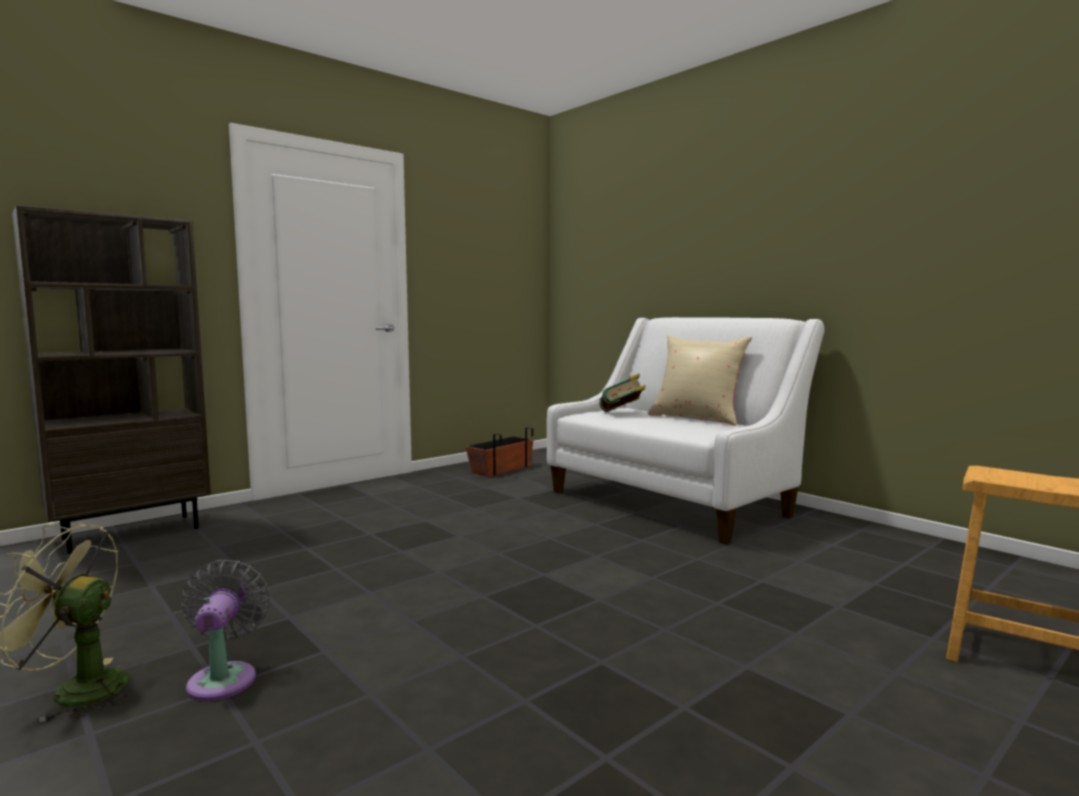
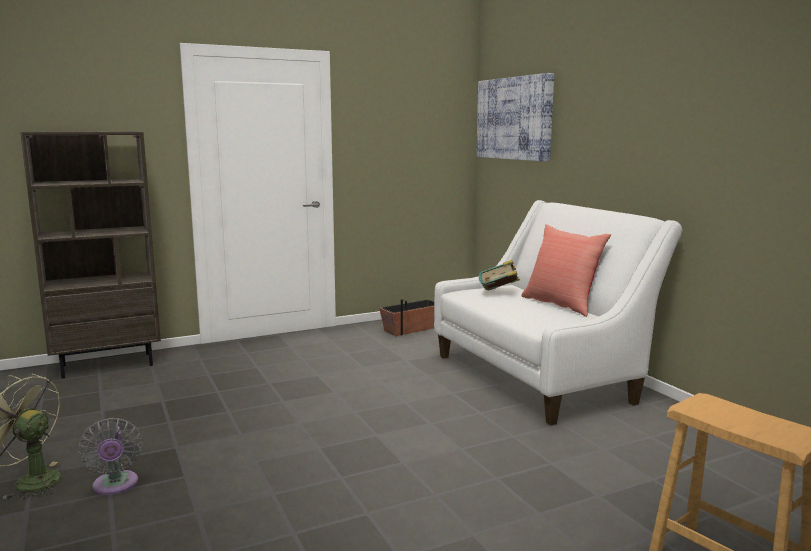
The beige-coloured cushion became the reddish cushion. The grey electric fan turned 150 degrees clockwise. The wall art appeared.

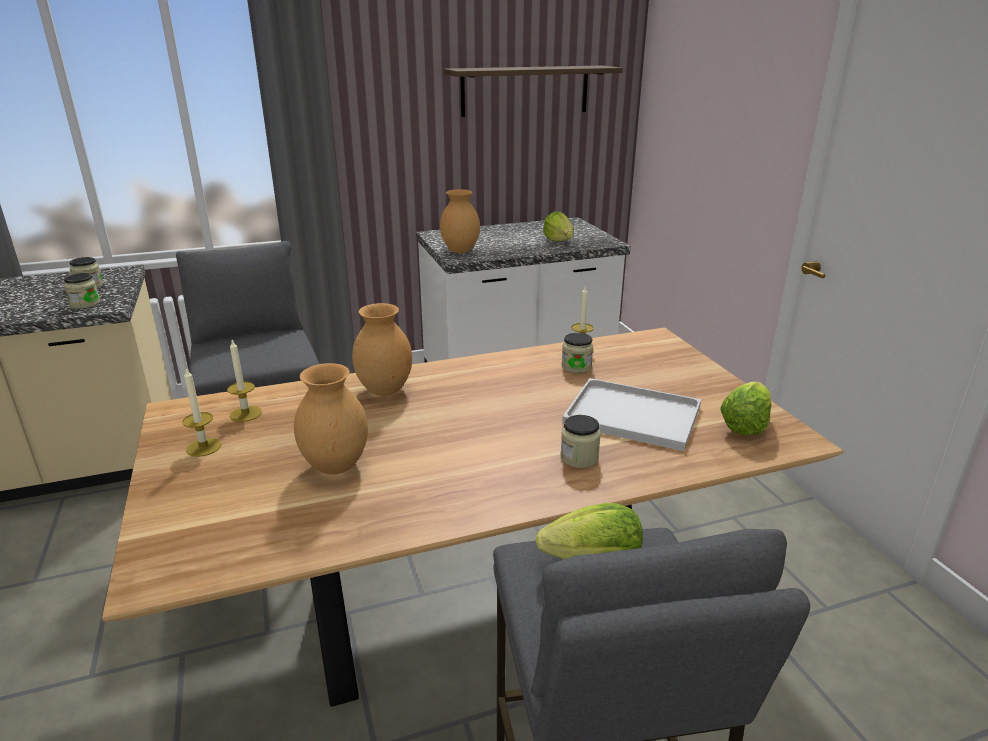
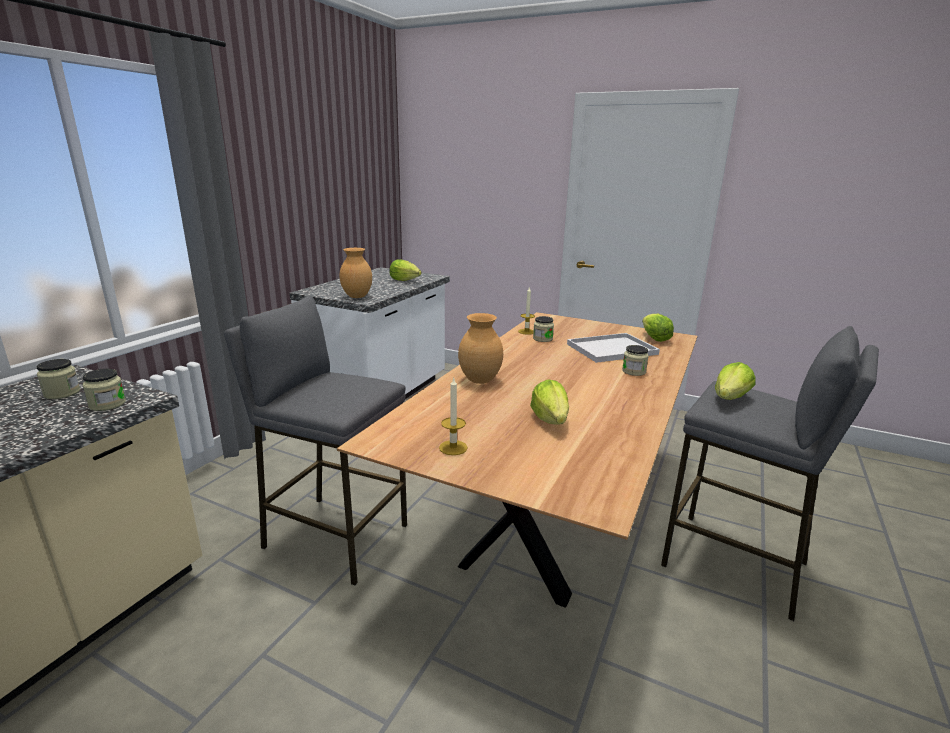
The shelf disappeared. The wax candle (2nd from left) disappeared. The brownish flower vase (1st from left) was replaced by the lettuce (2nd from left).

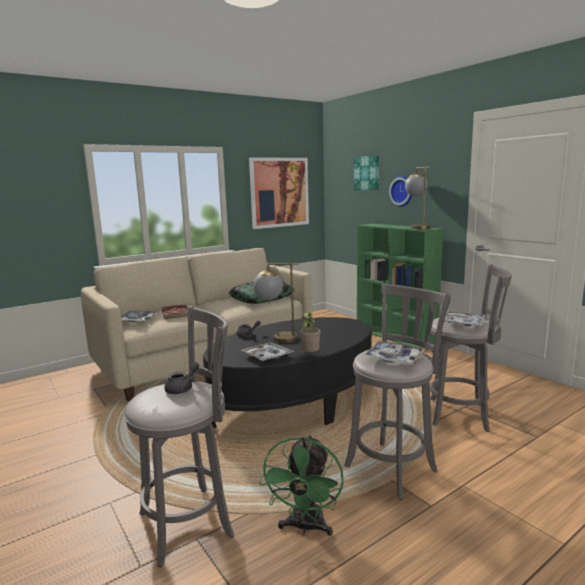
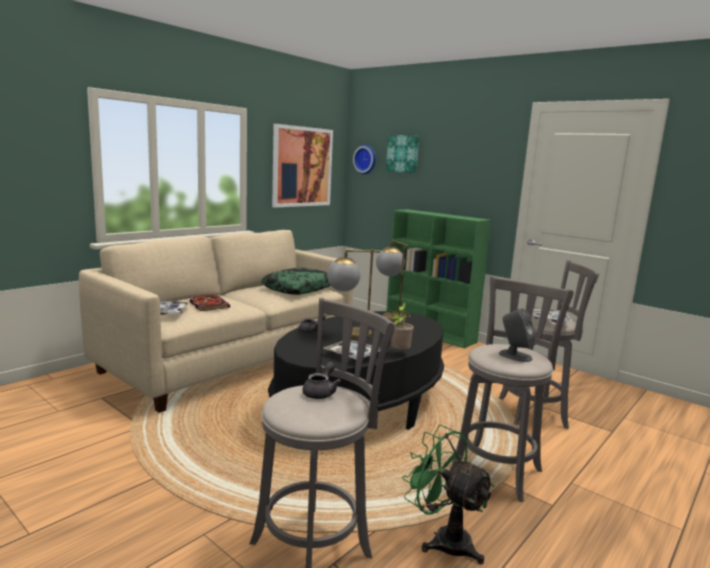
The lamp for a table (2nd from left) moved. The clock on the wall moved. The tray (3rd from left) was replaced by the grey audio speaker. The green electric fan turned 135 degrees clockwise.

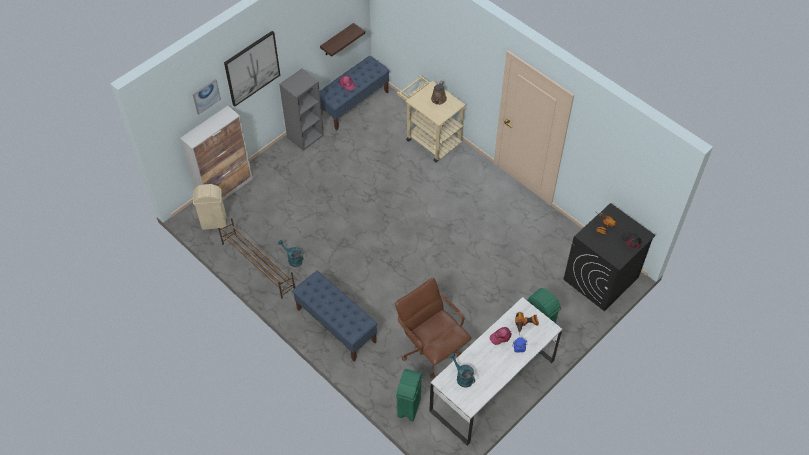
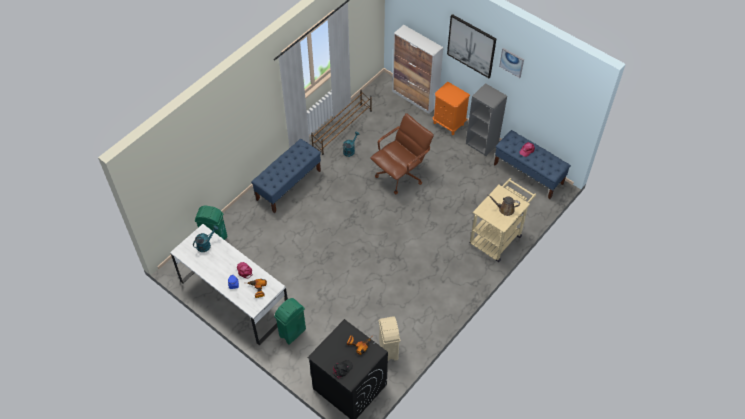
The shelf disappeared. The wall art (1st from left in the first image) moved. The beige-coloured waste bin moved. The brownish computer chair moved. The orangey nightstand appeared.

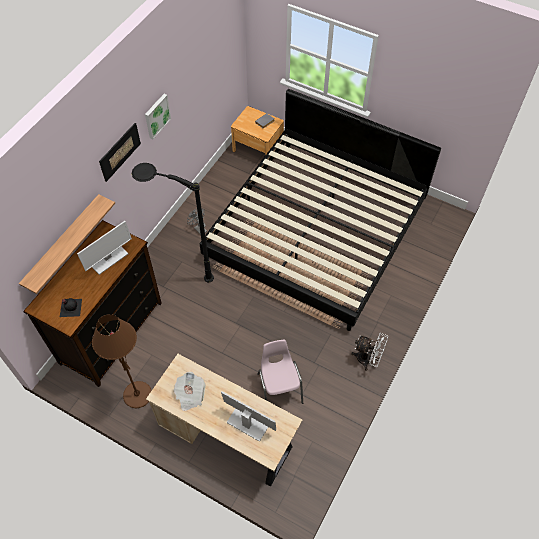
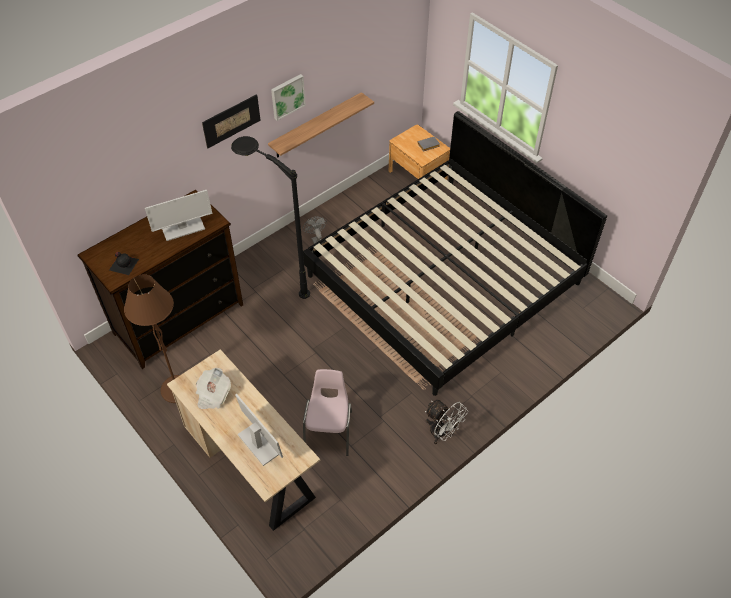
The shelf moved.

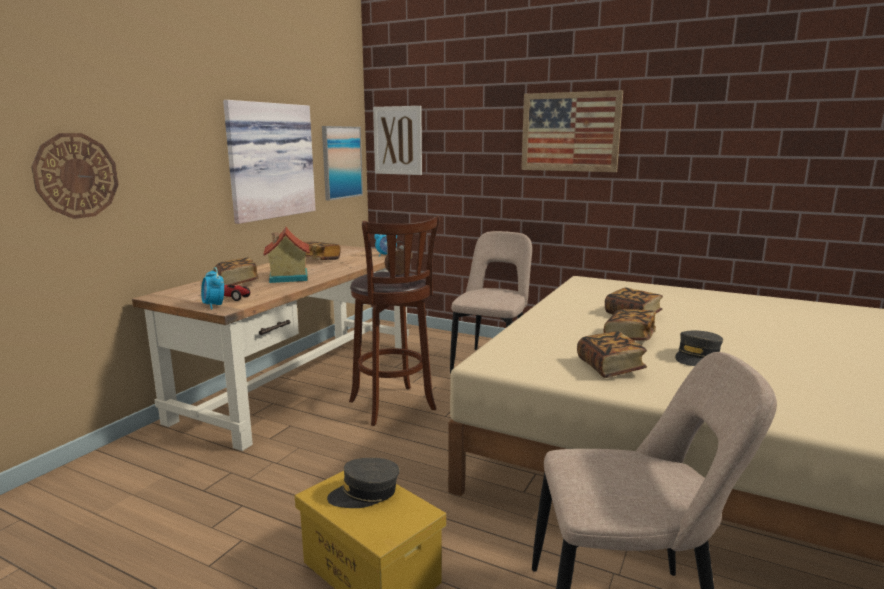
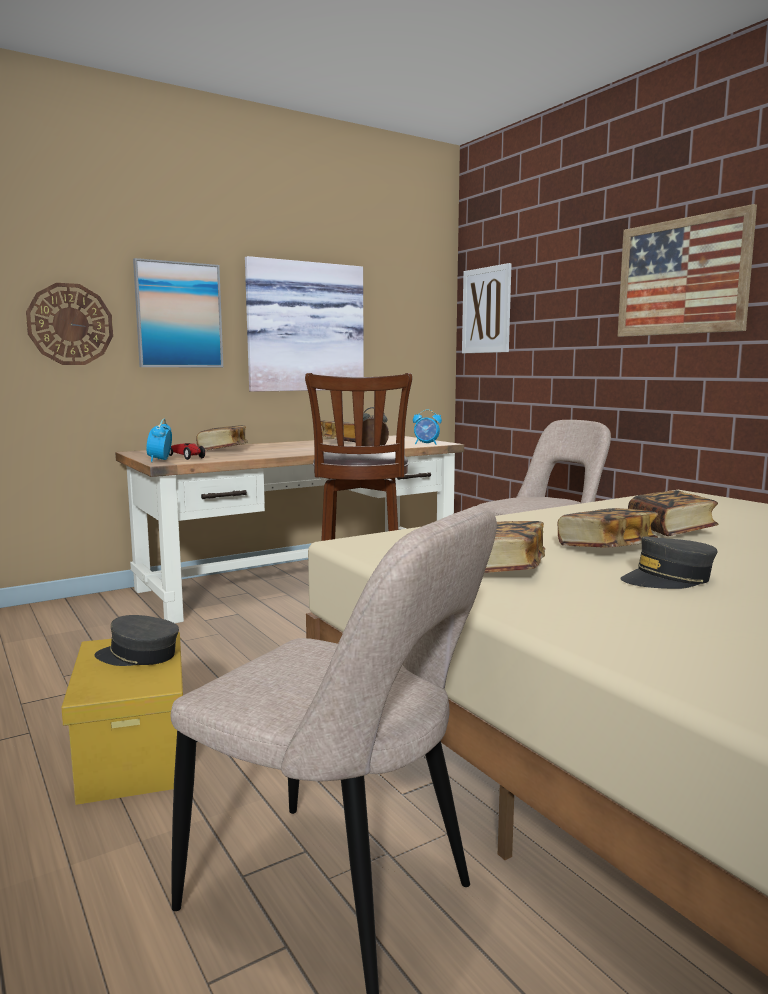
The wall art (2nd from left in the first image) moved. The miniature house disappeared.

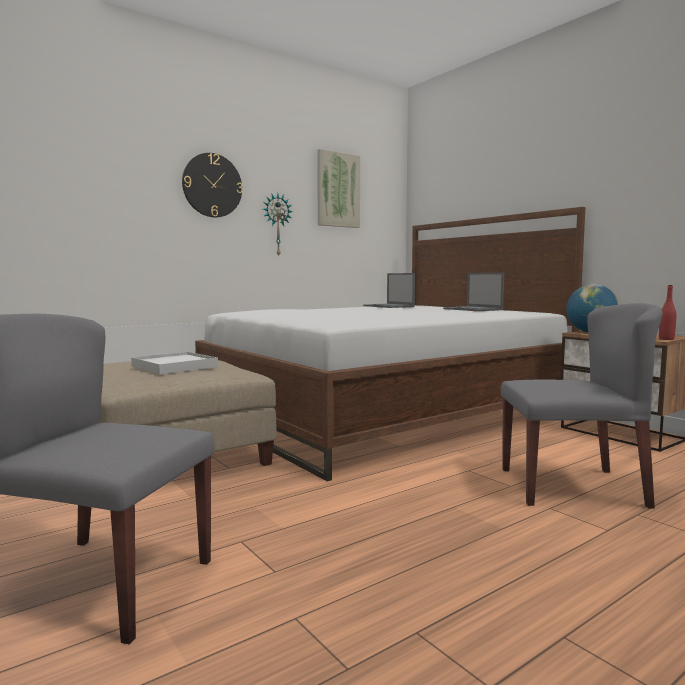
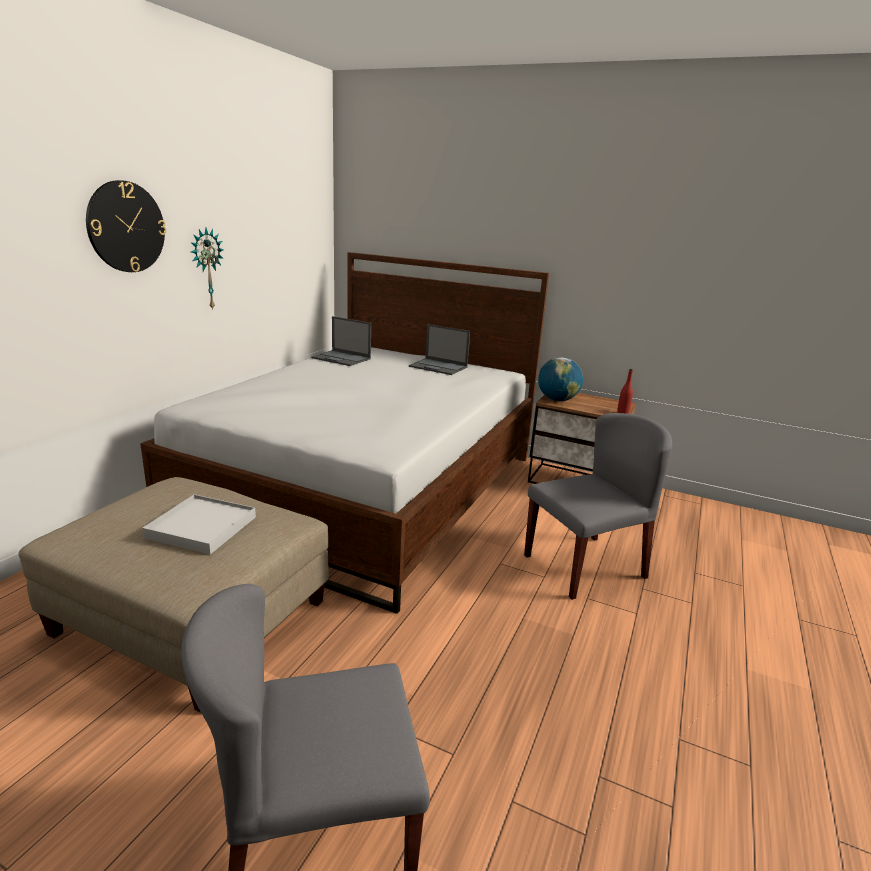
The wall art disappeared.

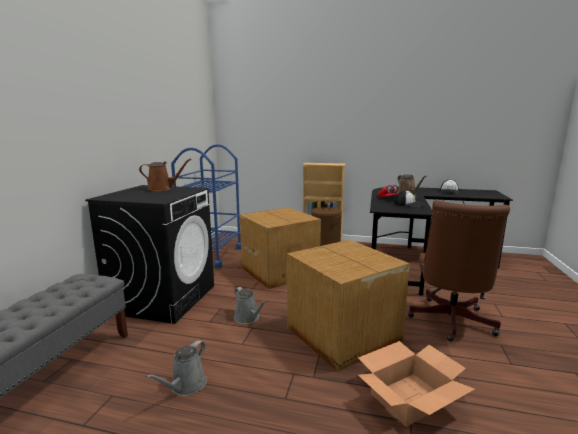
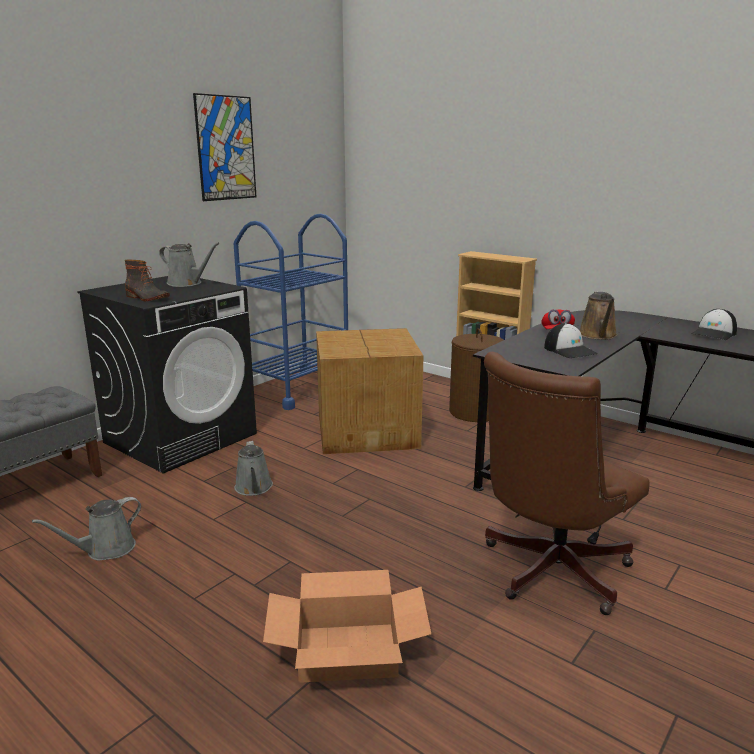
The brownish sprinkling can (1st from left) became the grey sprinkling can (2nd from left). The cardboard box (2nd from left) disappeared. The wall art appeared. The boot appeared.

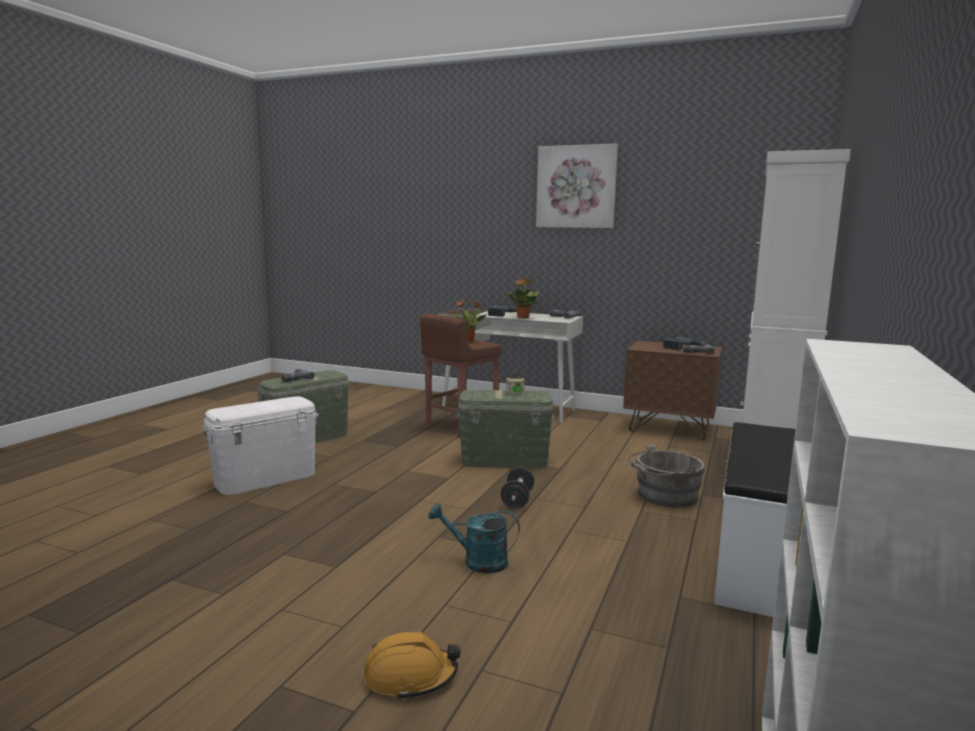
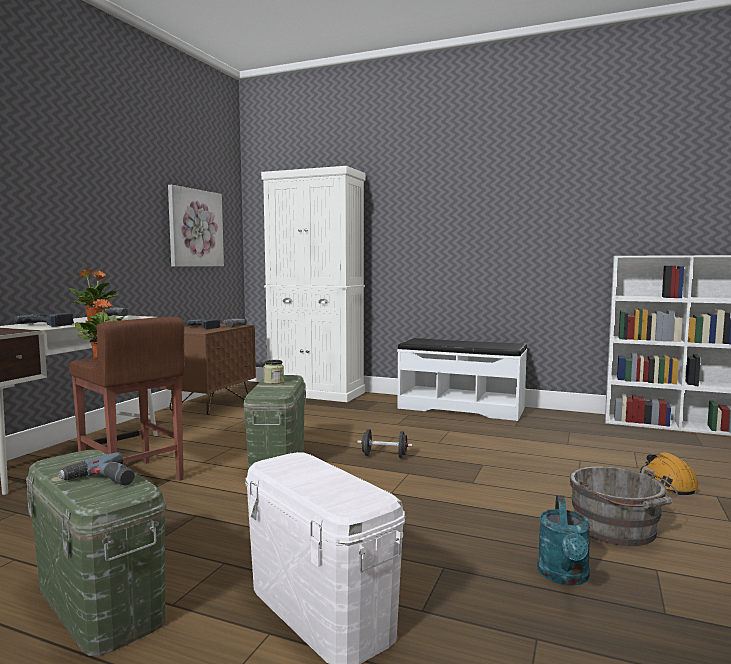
The wall art moved. The grey water bucket moved. The turquoise sprinkling can moved.

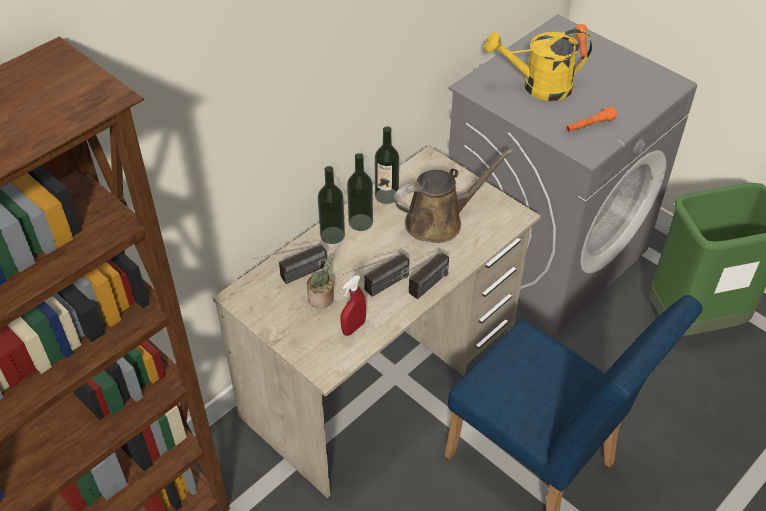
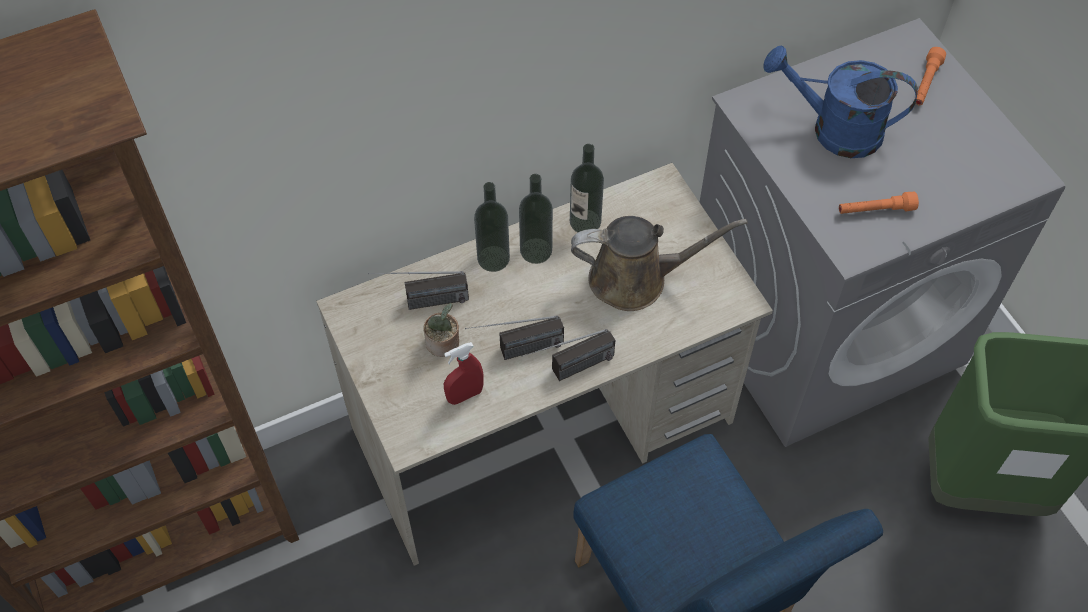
The yellow-coloured sprinkling can became the blue sprinkling can.

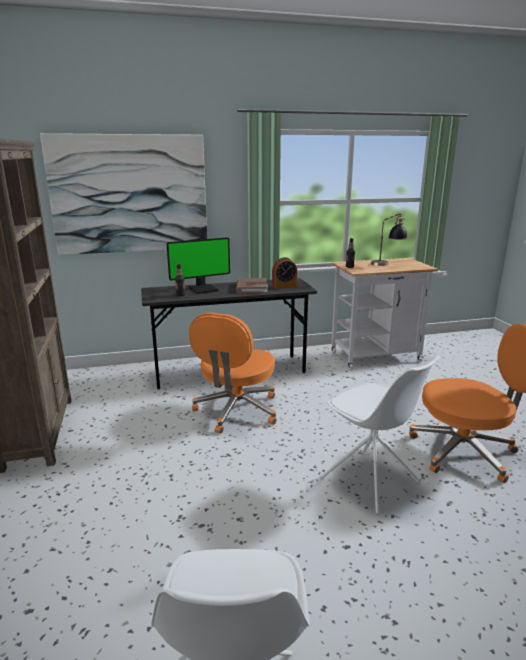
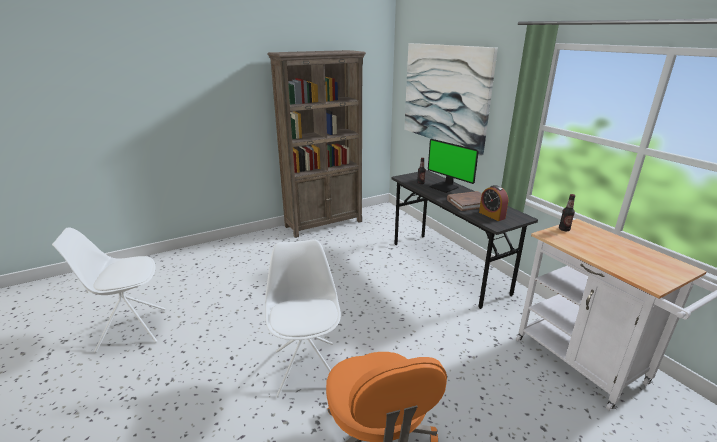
The lamp for a table disappeared. The orangey computer chair (1st from left) disappeared. The white-coloured chair (2nd from left) turned 135 degrees clockwise.

